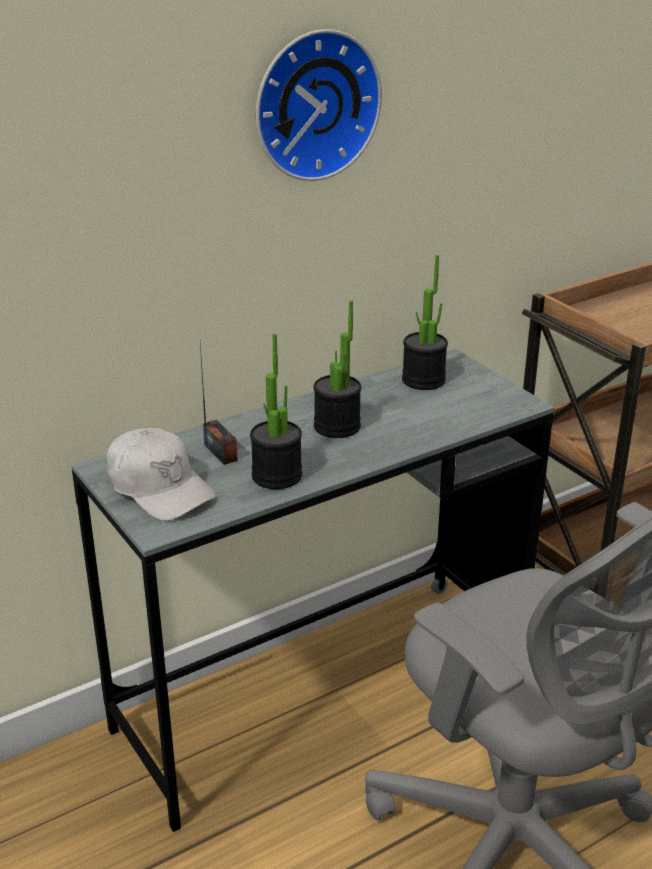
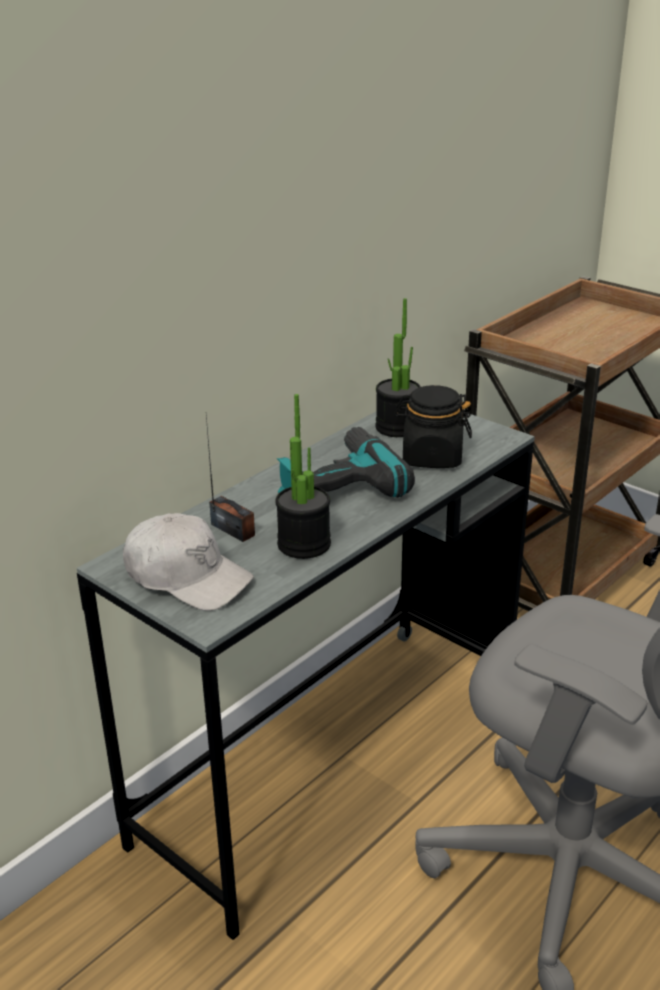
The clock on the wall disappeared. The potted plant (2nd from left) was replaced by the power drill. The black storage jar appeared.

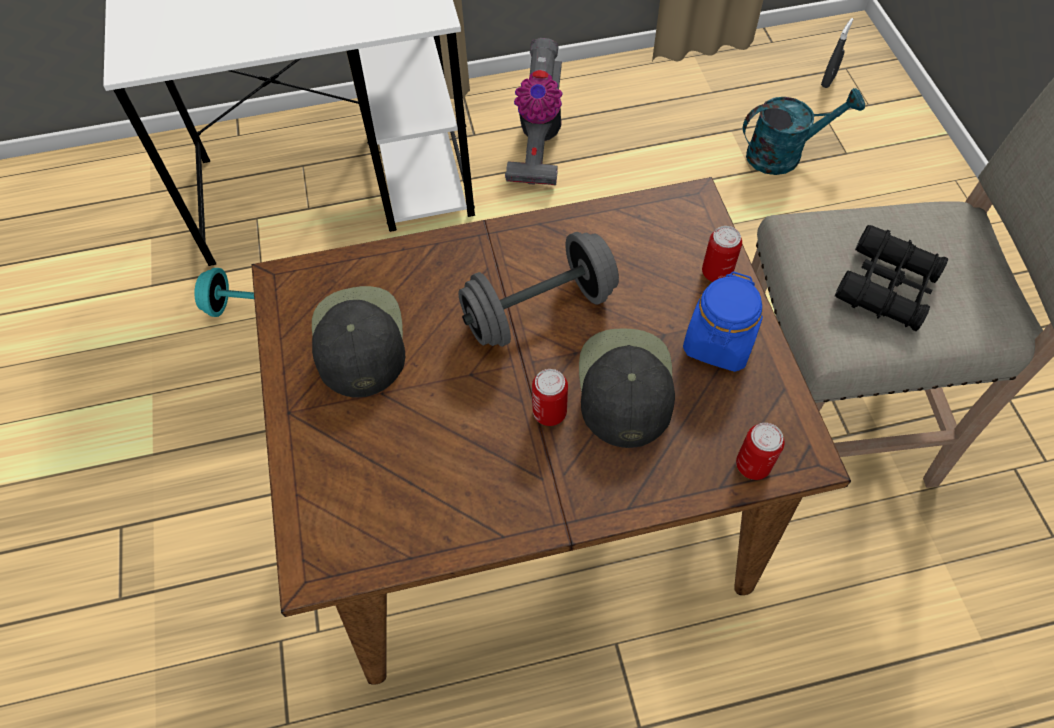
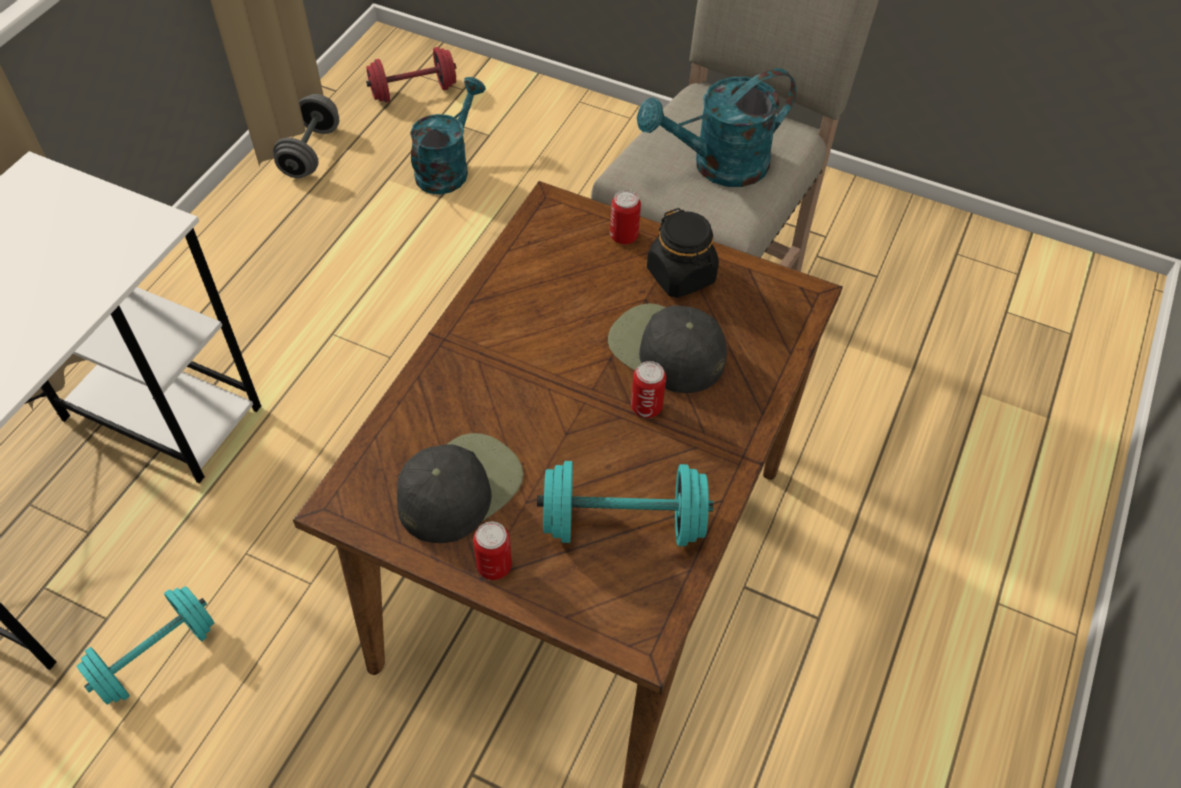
The grey hand sprayer was replaced by the reddish hand weight. The vacuum disappeared. The black pair of binoculars was replaced by the turquoise sprinkling can (2nd from left). The grey hand weight moved. The blue storage jar became the black storage jar. The black baseball cap (1st from left) turned 105 degrees clockwise. The metal can (3rd from left in the first image) moved. The turquoise hand weight (2nd from left) appeared.

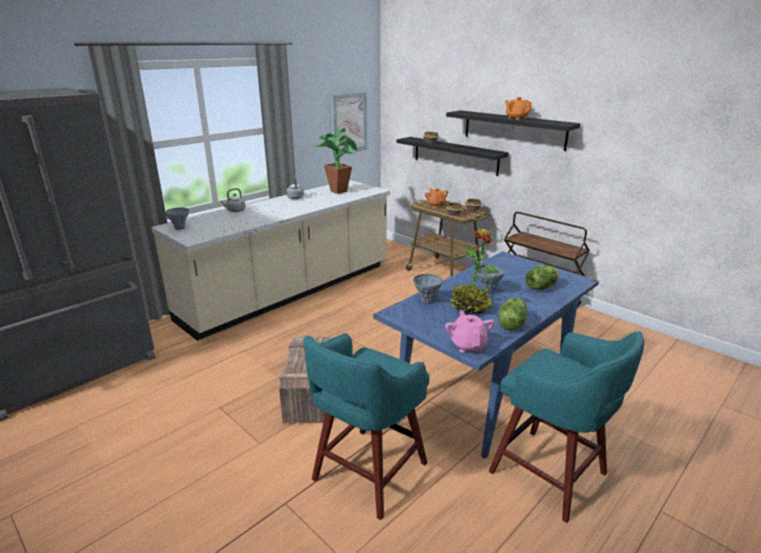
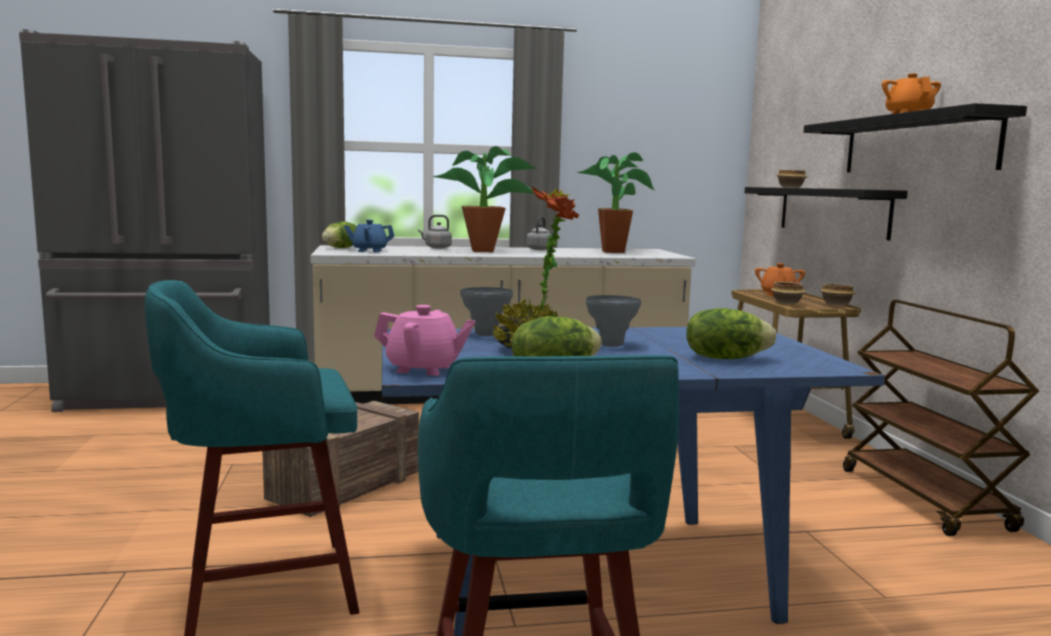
The wall art disappeared. The grey flower vase (1st from left) was replaced by the lettuce (1st from left). The pink teapot turned 75 degrees clockwise. The potted plant (1st from left) appeared. The blue teapot appeared.

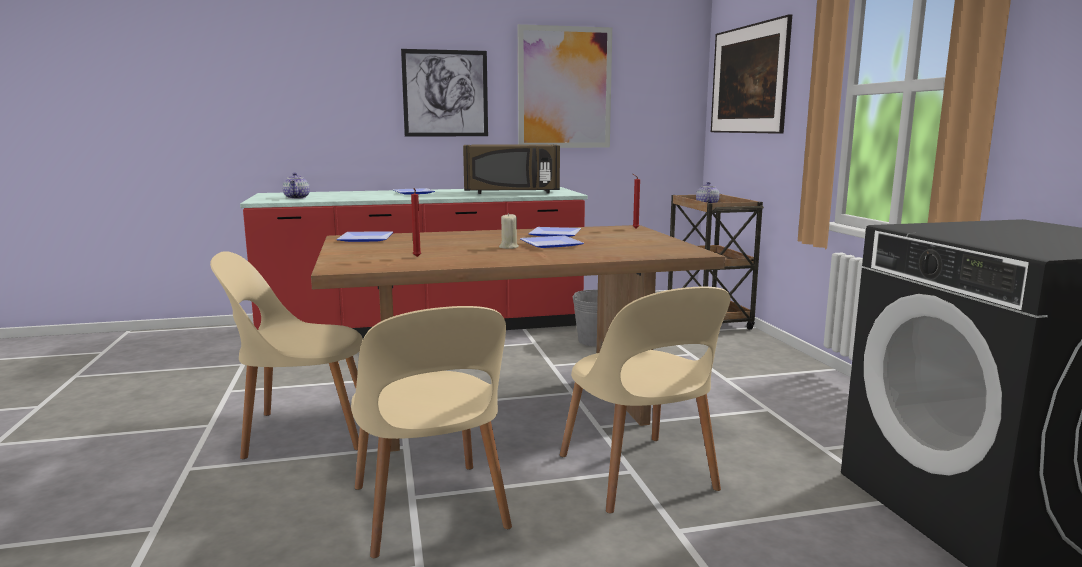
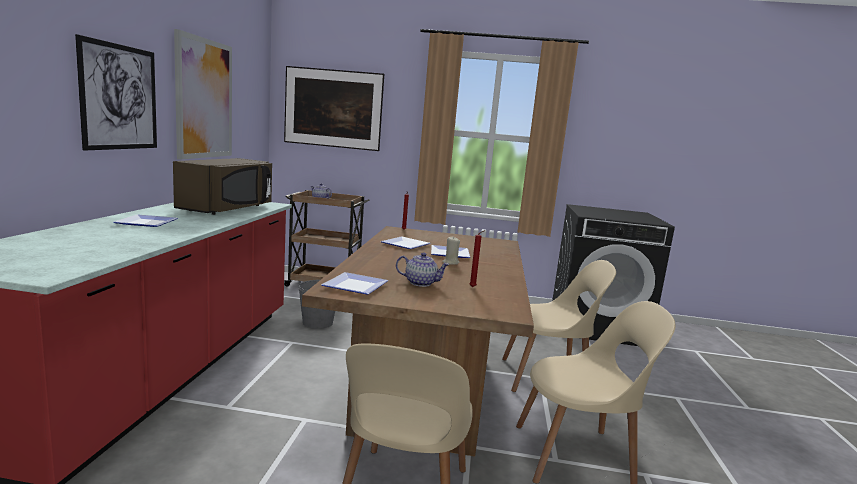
The teapot (1st from left in the first image) moved.

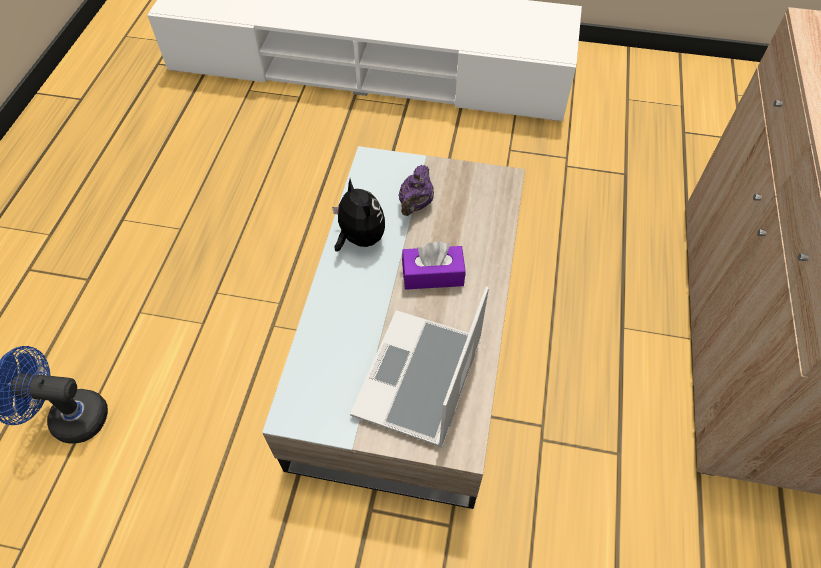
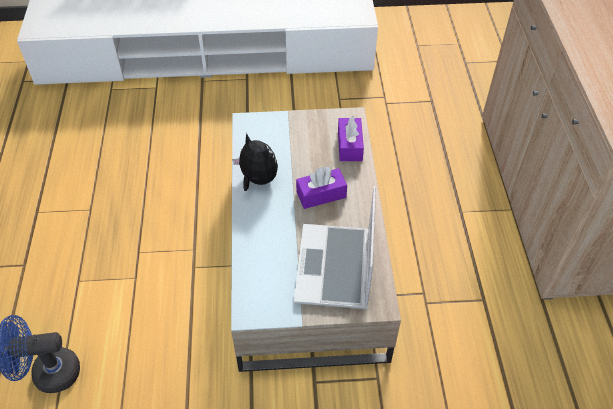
The purple teapot disappeared. The purple tissue box (2nd from left) appeared.

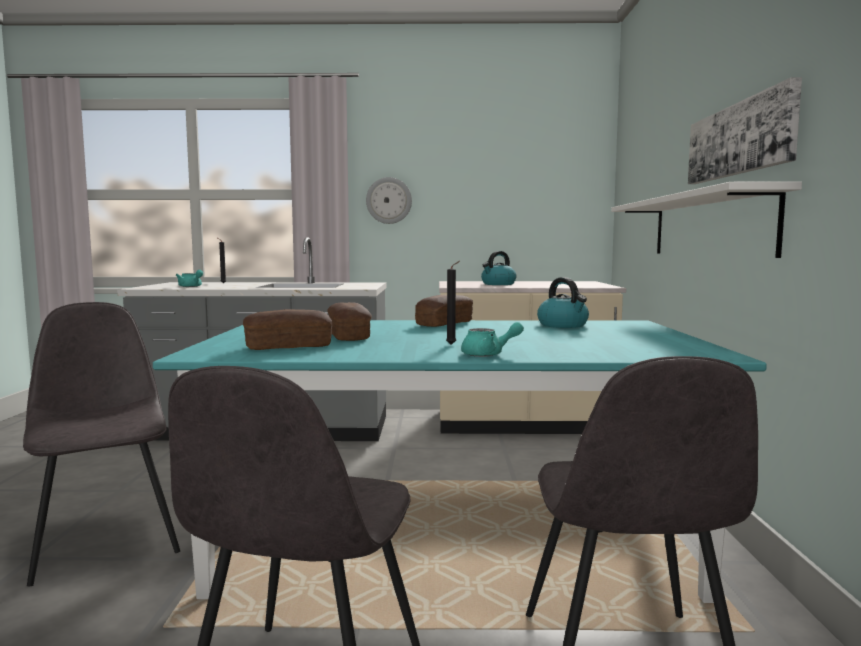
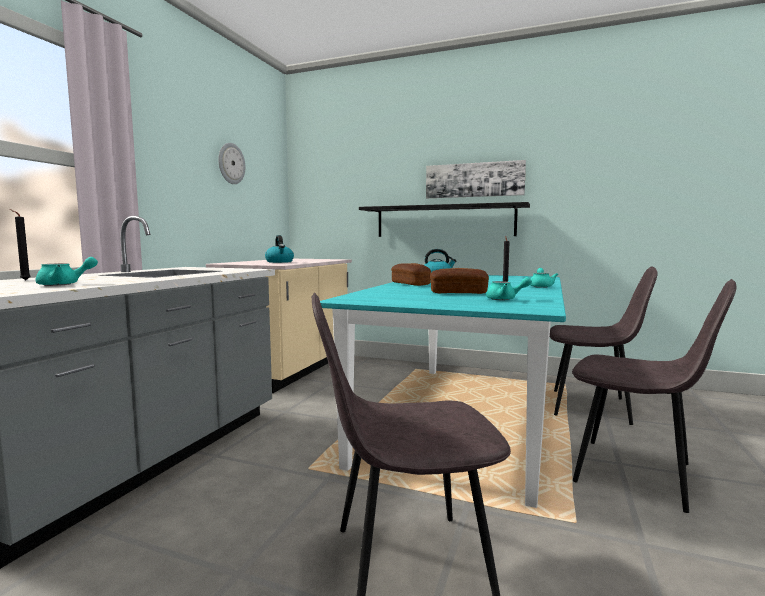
The clock on the wall moved. The white-coloured shelf became the black shelf. The baked bread (1st from left) was replaced by the turquoise teapot (2nd from left).

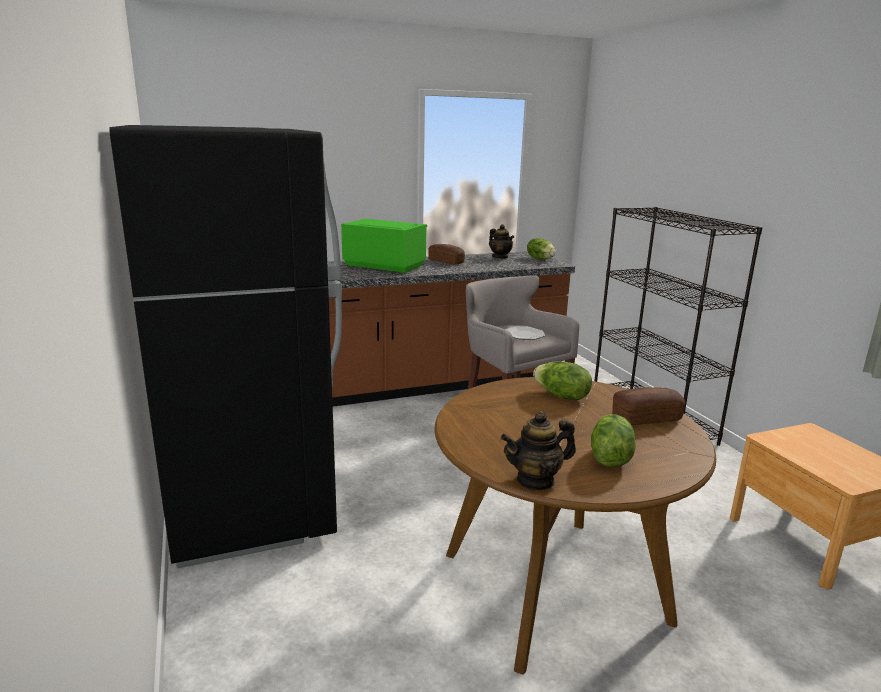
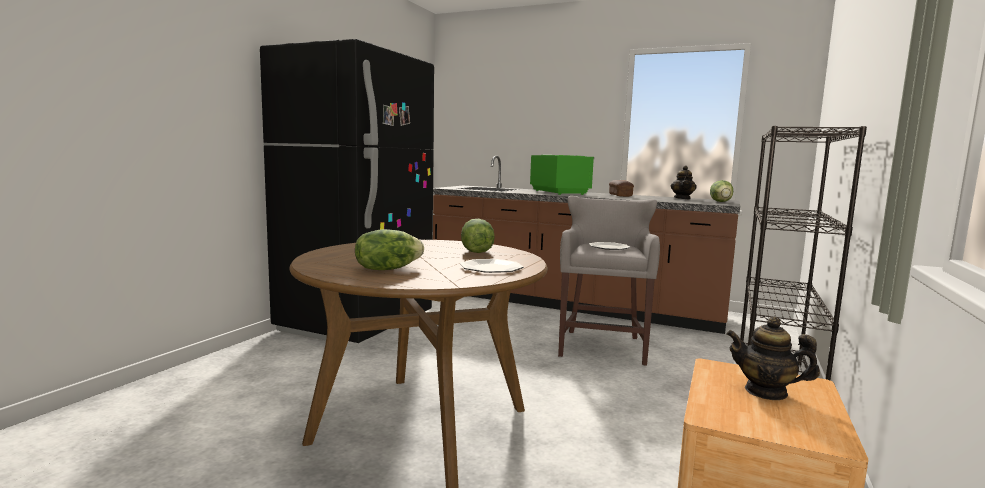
The baked bread (2nd from left) was replaced by the plate (1st from left). The teapot (2nd from left) moved.

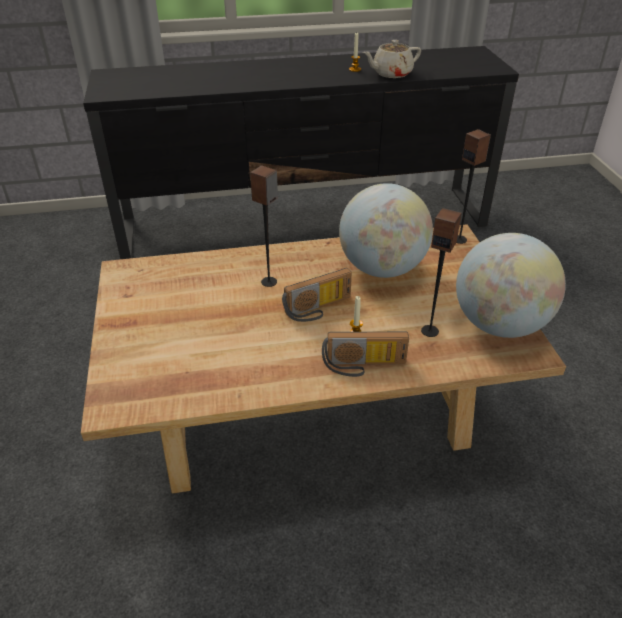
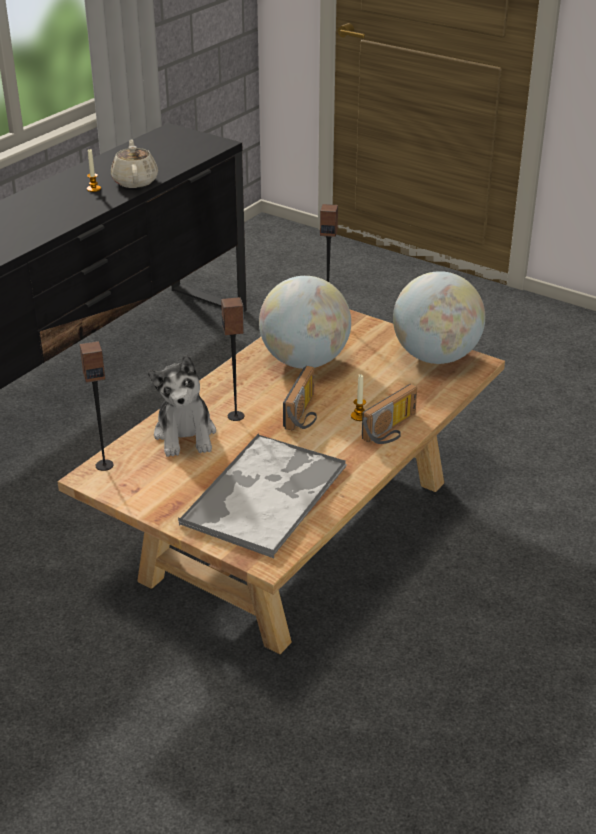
The beige-coloured teapot turned 150 degrees clockwise. The audio speaker (2nd from left in the first image) moved. The soft toy appeared. The tray appeared.

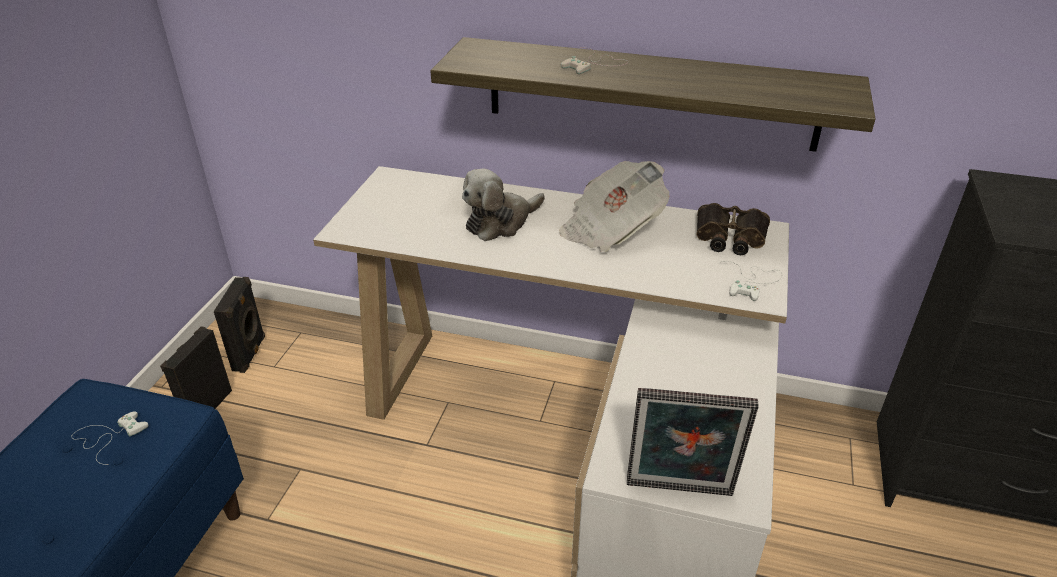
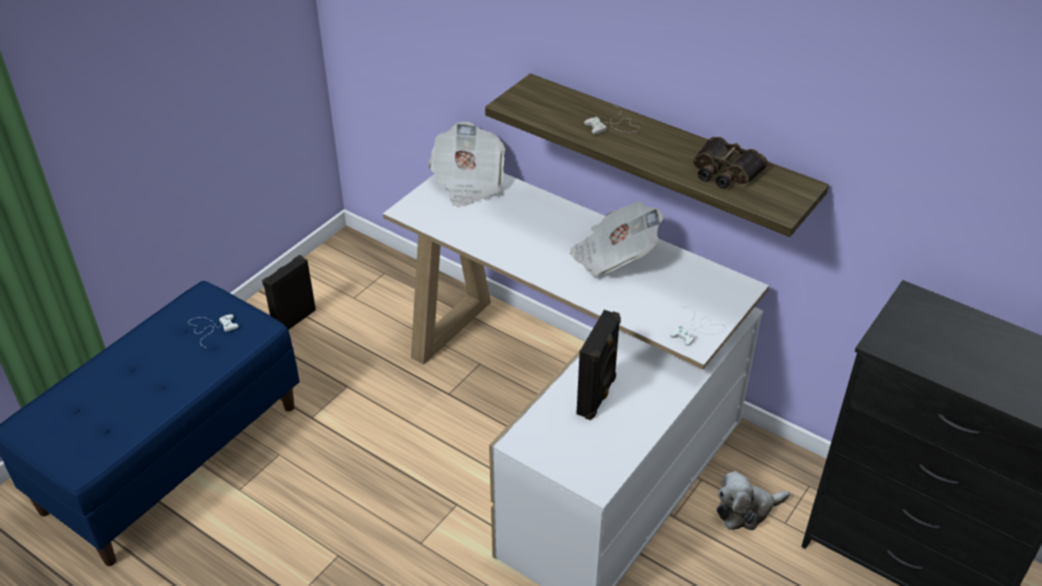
The soft toy moved. The pair of binoculars moved. The black audio speaker (2nd from left) moved. The photo frame disappeared. The daily paper (1st from left) appeared.

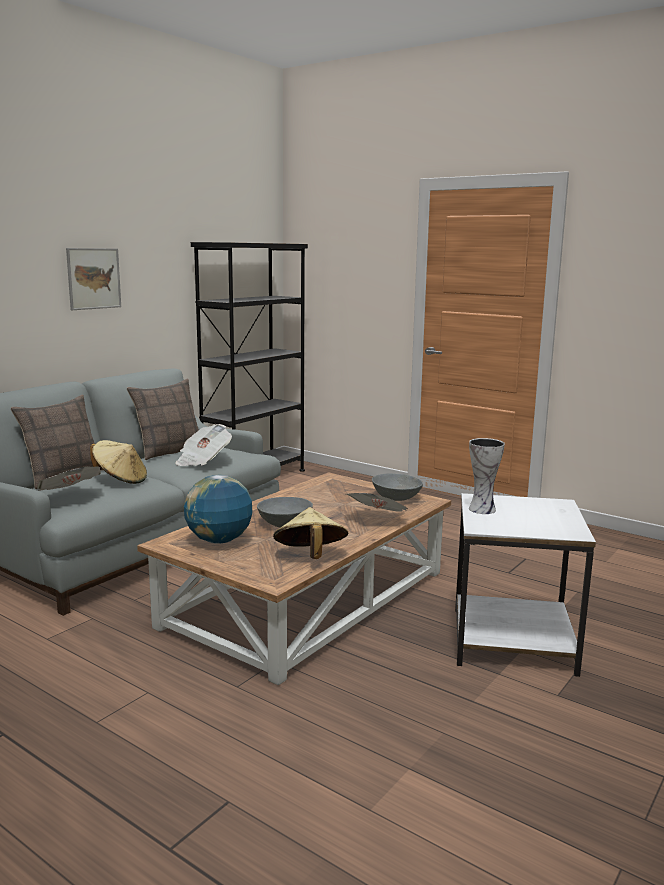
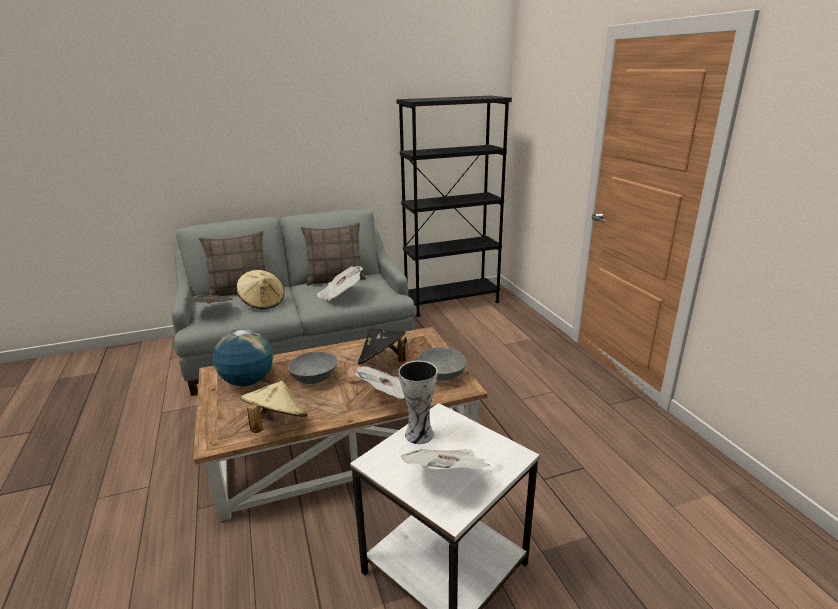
The wall art disappeared. The black clothing hat appeared. The daily paper (4th from left) appeared.

